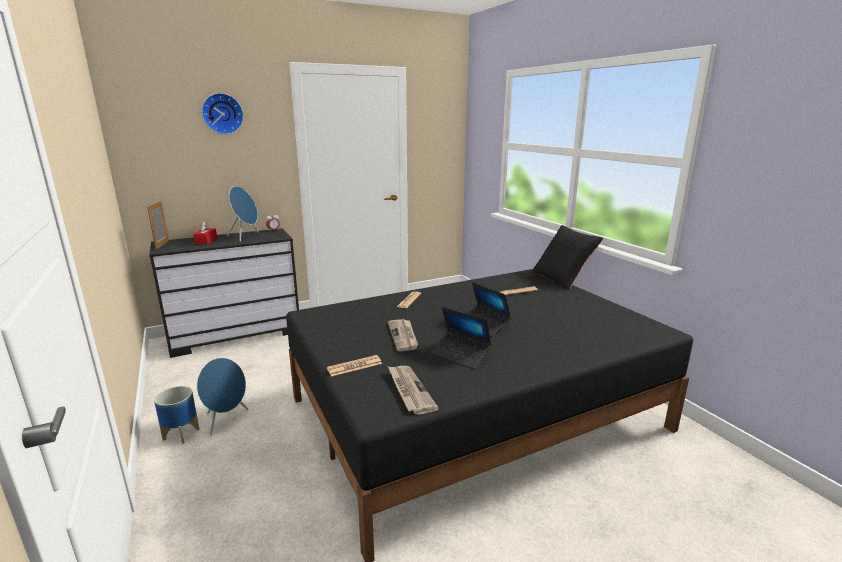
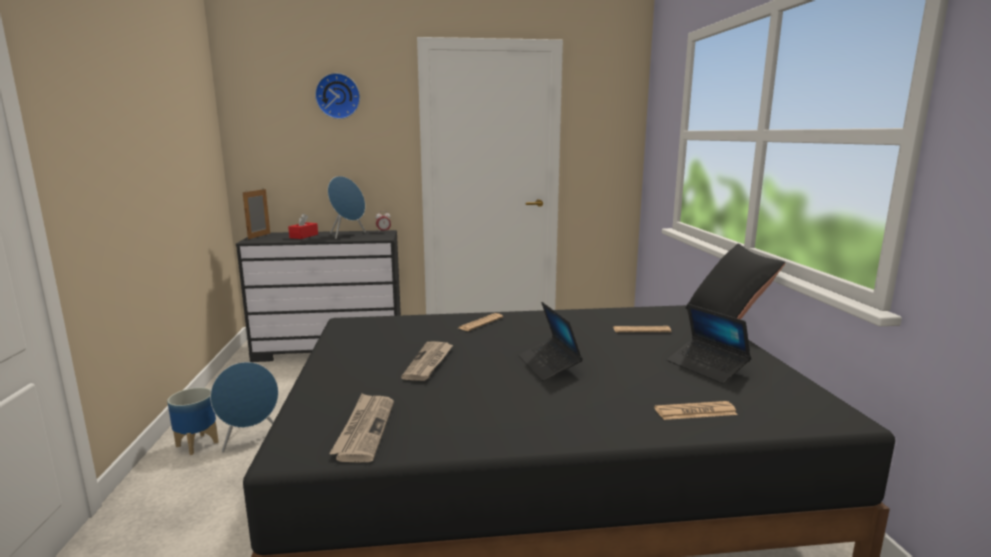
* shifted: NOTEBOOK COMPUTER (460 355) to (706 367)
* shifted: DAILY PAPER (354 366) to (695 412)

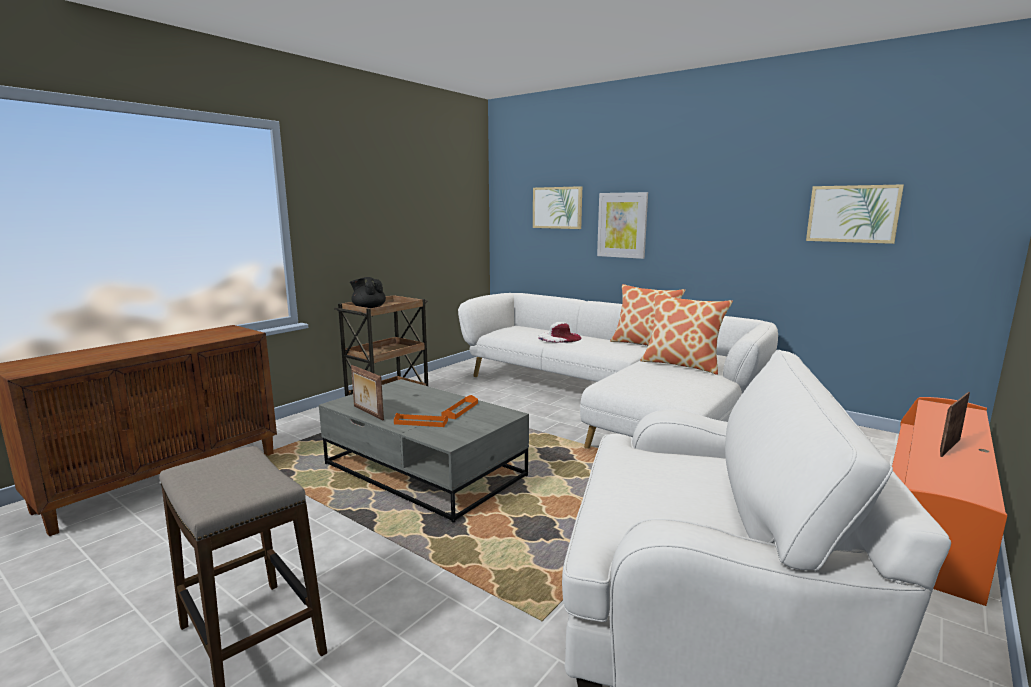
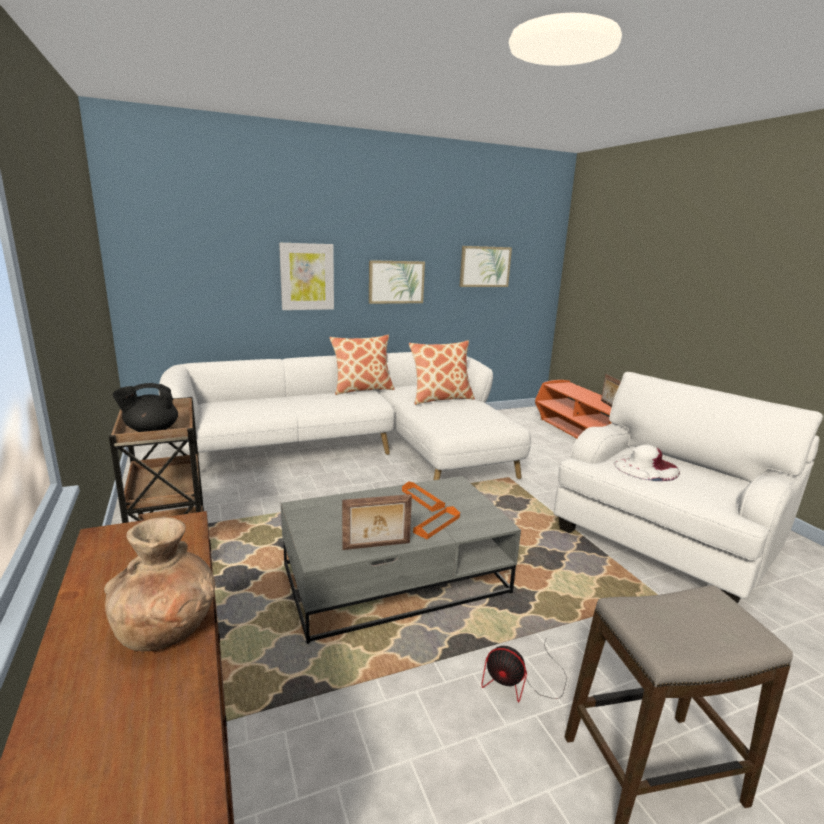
* shifted: WALL ART (557 207) to (396 282)
* shifted: WHITISH HAT (559 337) to (645 467)
* new: BROWN-COLOURED DECORATIVE VASE (167 630)
* new: FAN (521 682)

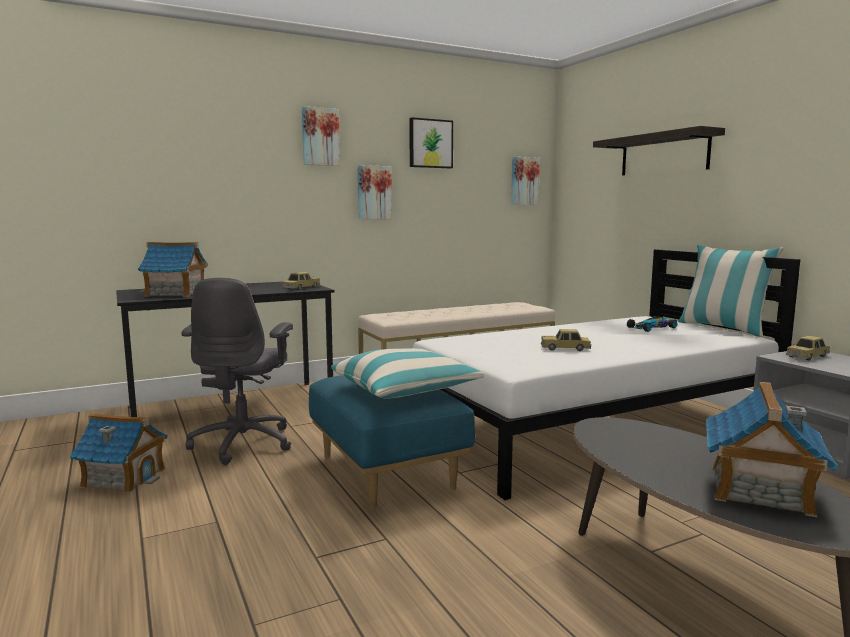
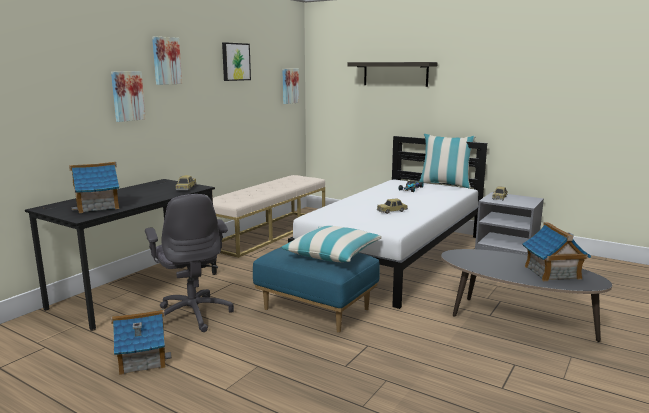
* shifted: WALL ART (373 192) to (127 96)

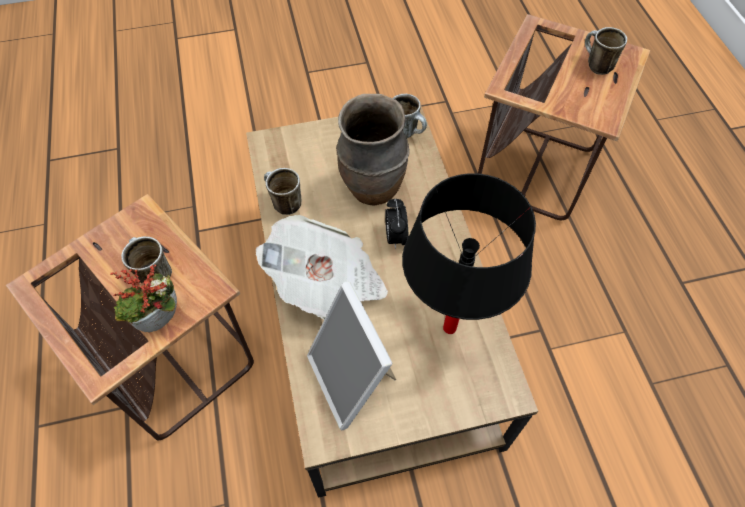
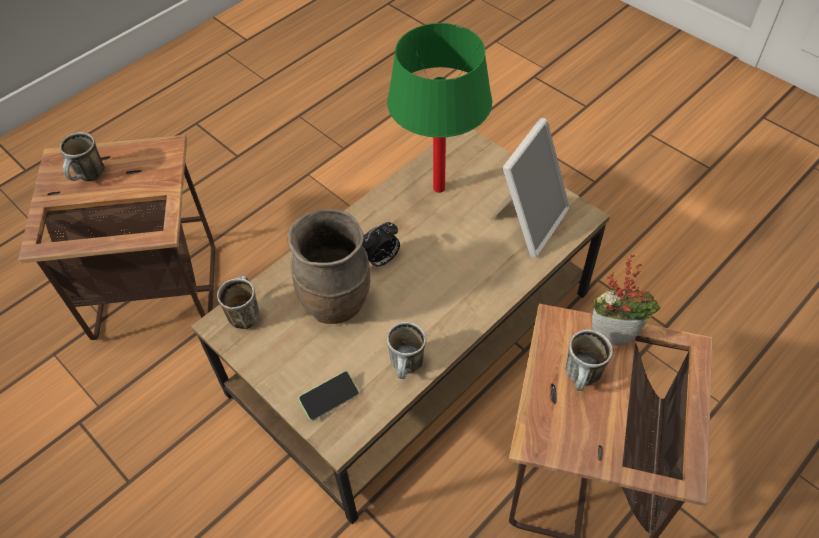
* repainted: BLACK TABLETOP LAMP (449 328) to GREENISH TABLETOP LAMP (439 188)
* gone: DAILY PAPER (328 283)
* new: HANDSET (330 399)

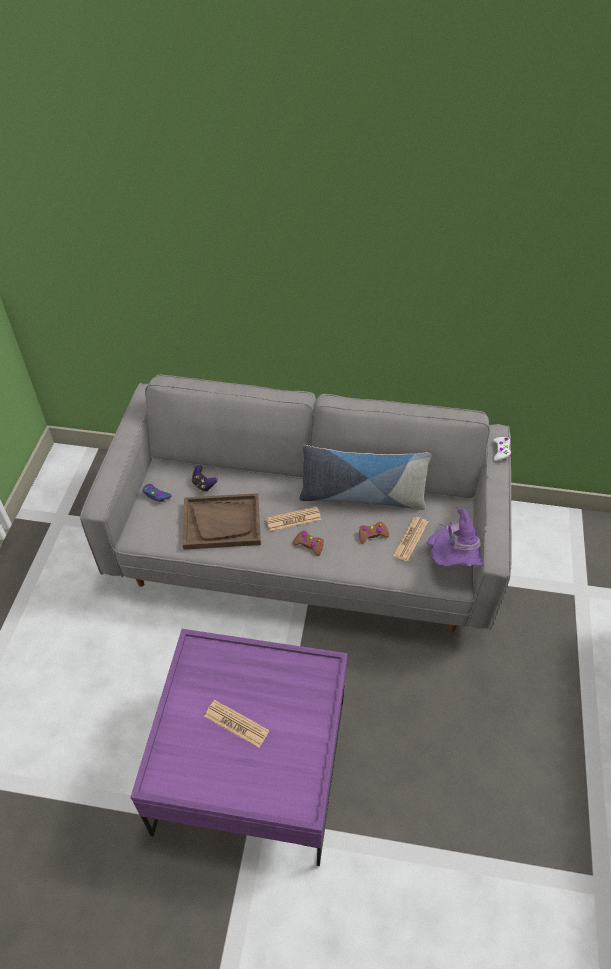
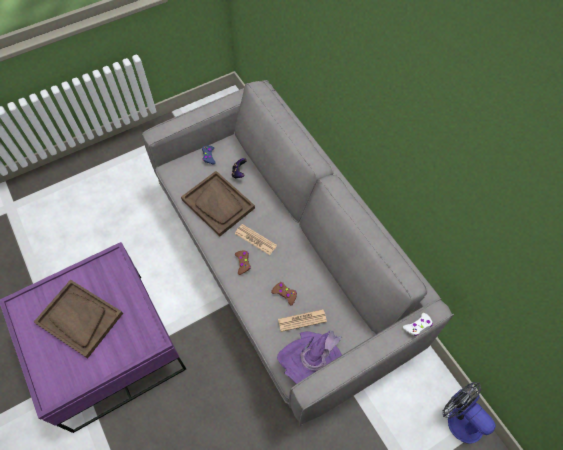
* gone: THROW PILLOW (362 496)
* swapped: DAILY PAPER (236 723) to BROWN-COLOURED SERVING TRAY (79 318)
* new: FAN (460 418)

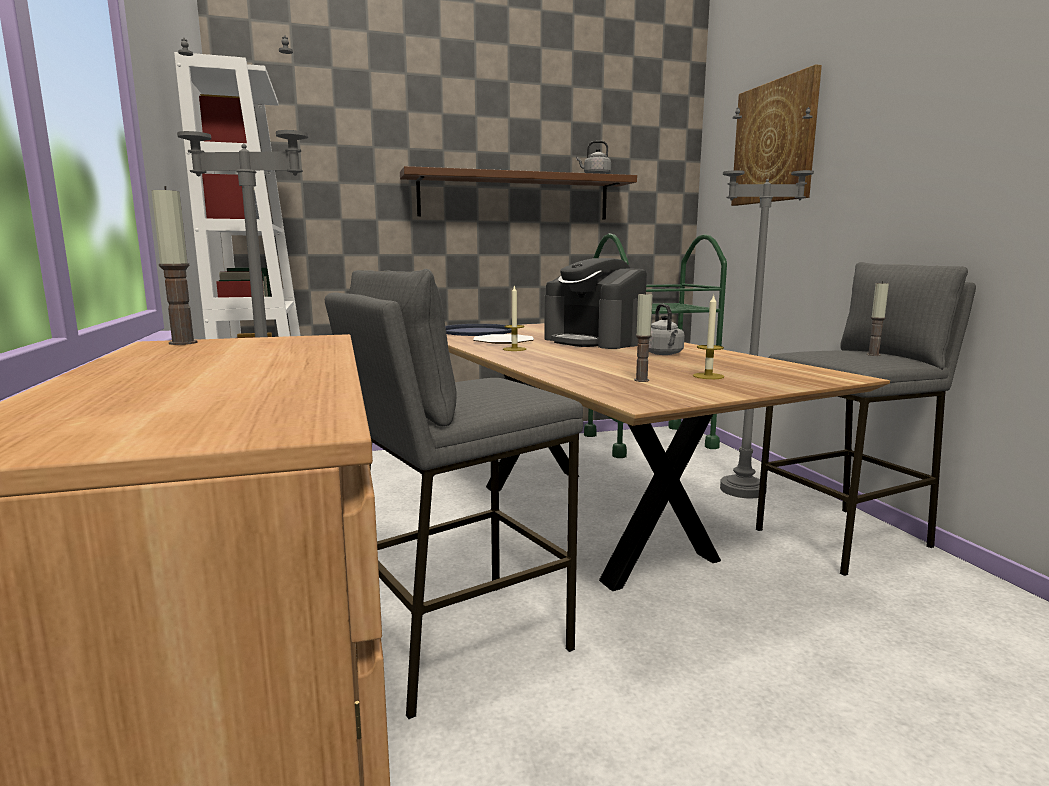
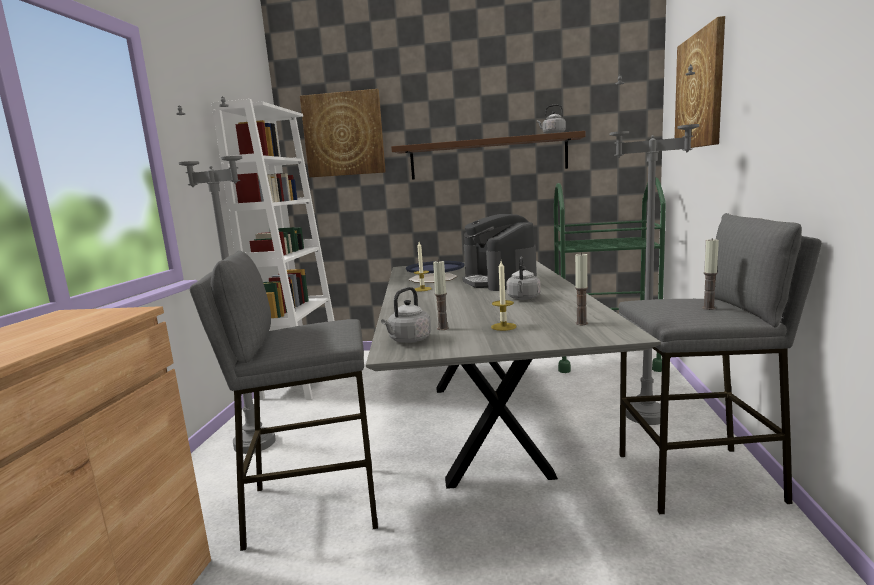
* shifted: WAX CANDLE (183 343) to (581 323)
* repainted: BROWN-COLOURED DINNER TABLE (586 518) to GREY DINNER TABLE (485 424)
* new: WALL ART (343 134)
* new: GREY TEA KETTLE (408 340)

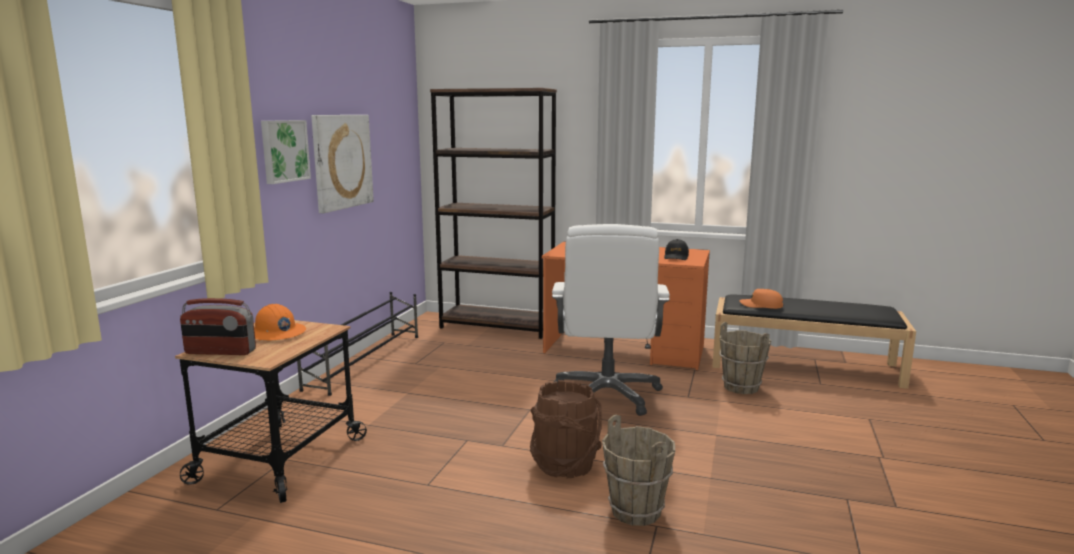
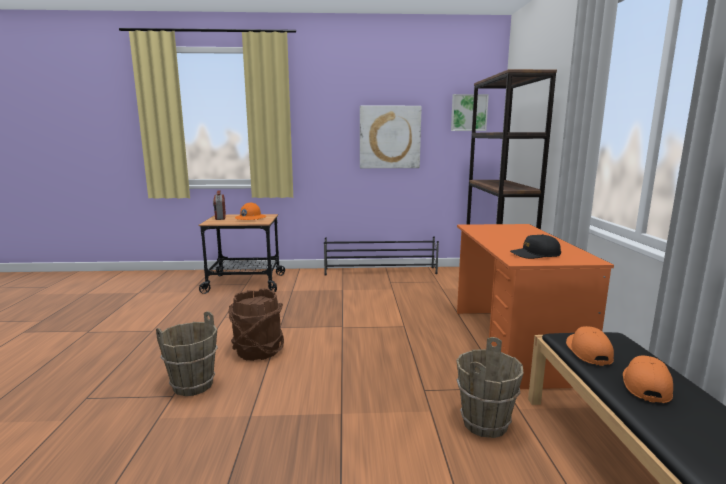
* shifted: WALL ART (284 151) to (468 112)
* gone: WHITISH COMPUTER CHAIR (607 395)
* new: ORANGEY BASEBALL CAP (645 385)

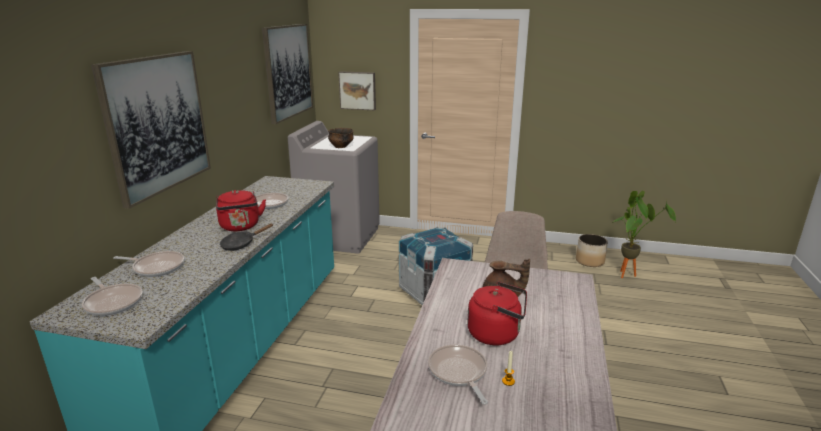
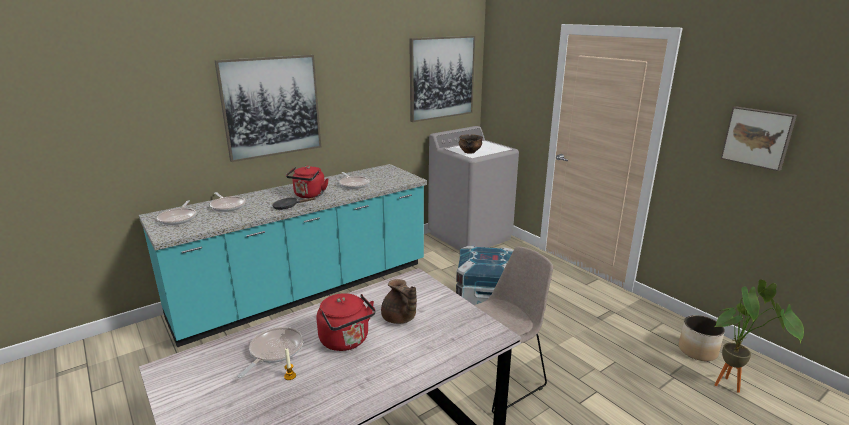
* shifted: WALL ART (358 90) to (758 137)

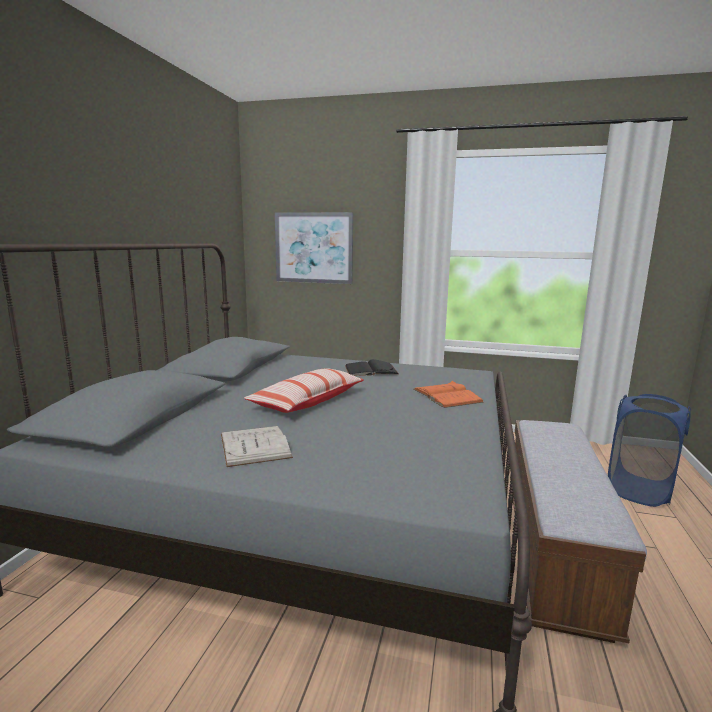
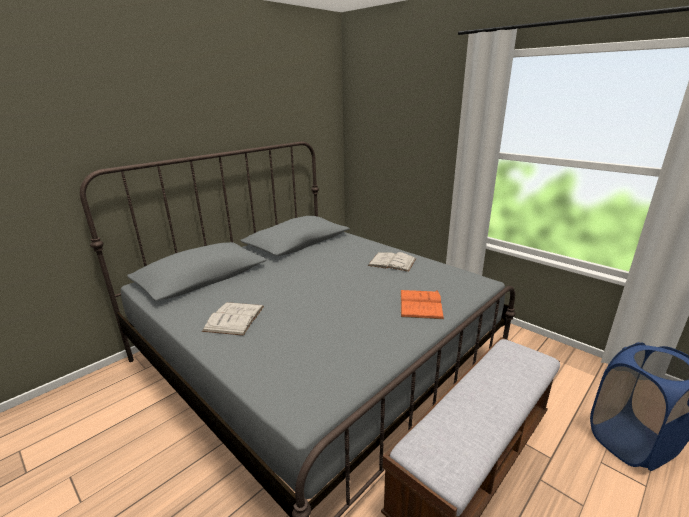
* gone: WALL ART (314 248)
* repainted: BLACK BOOK (371 370) to WHITISH BOOK (392 262)
* gone: THROW PILLOW (308 401)

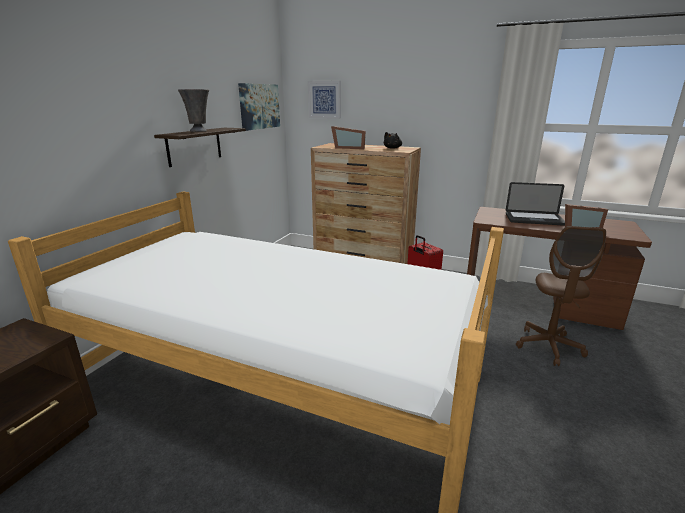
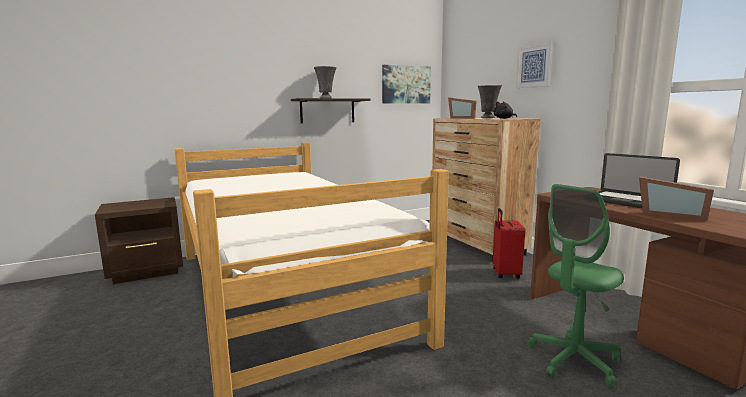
* shifted: WALL ART (324 99) to (534 66)
* repainted: BROWN-COLOURED COMPUTER CHAIR (549 346) to GREENISH COMPUTER CHAIR (574 360)
* new: GREY DECORATIVE VASE (488 118)

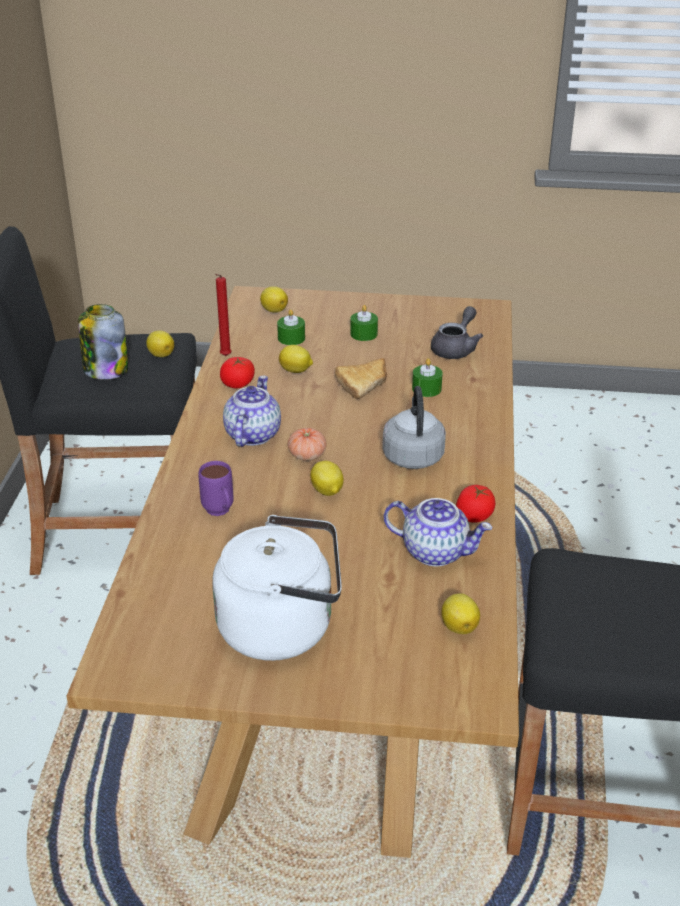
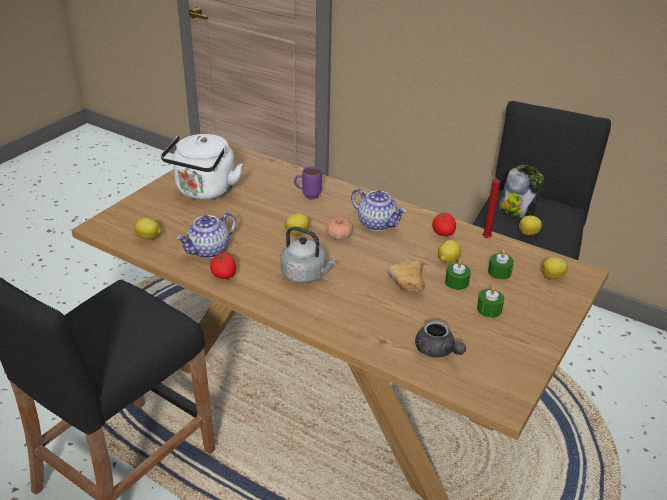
* shifted: GREENISH WAX CANDLE (426 389) to (456 282)

